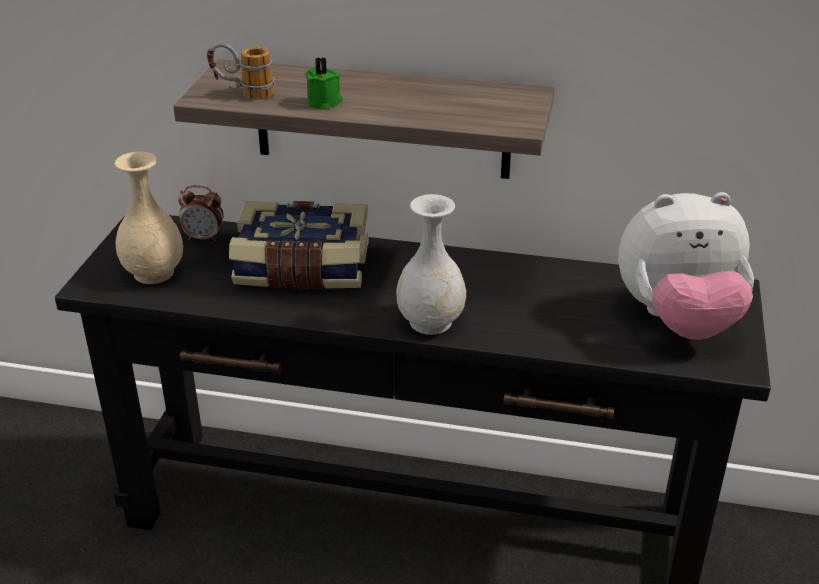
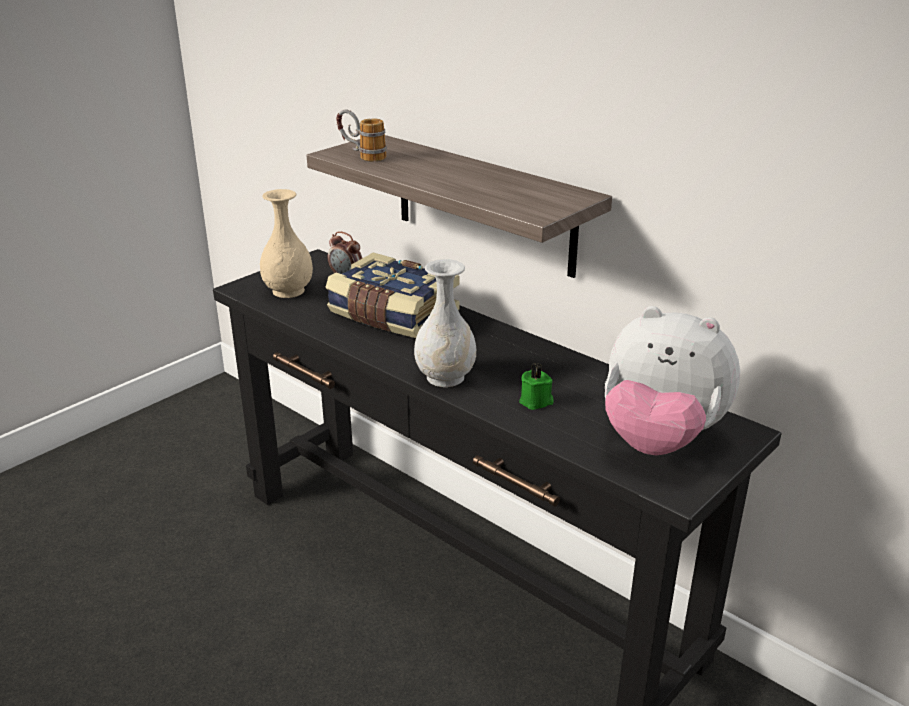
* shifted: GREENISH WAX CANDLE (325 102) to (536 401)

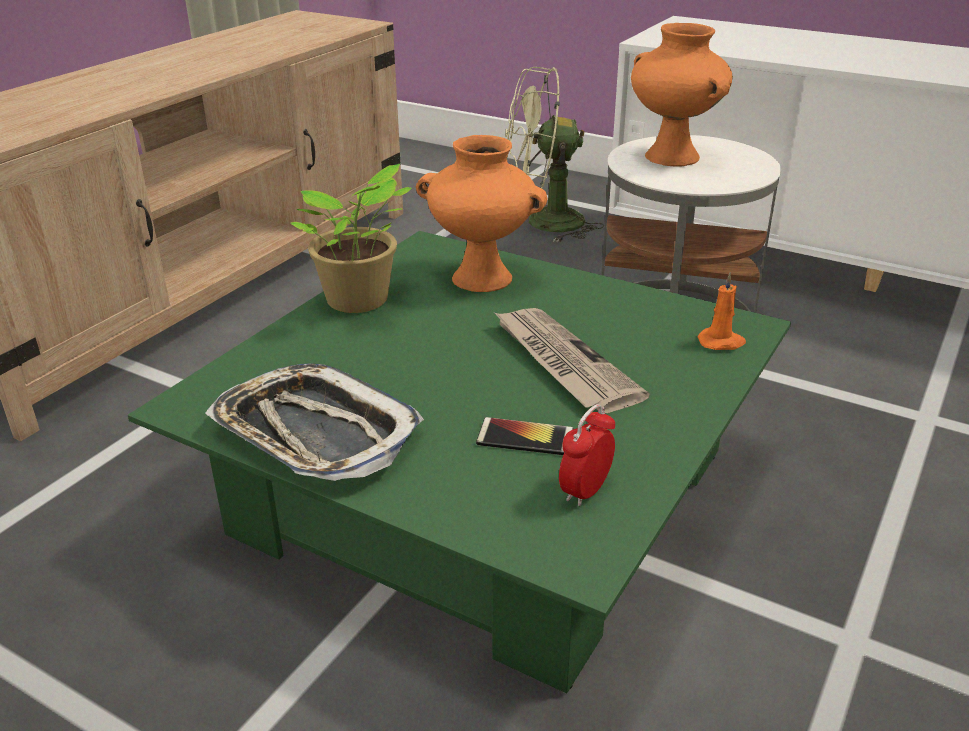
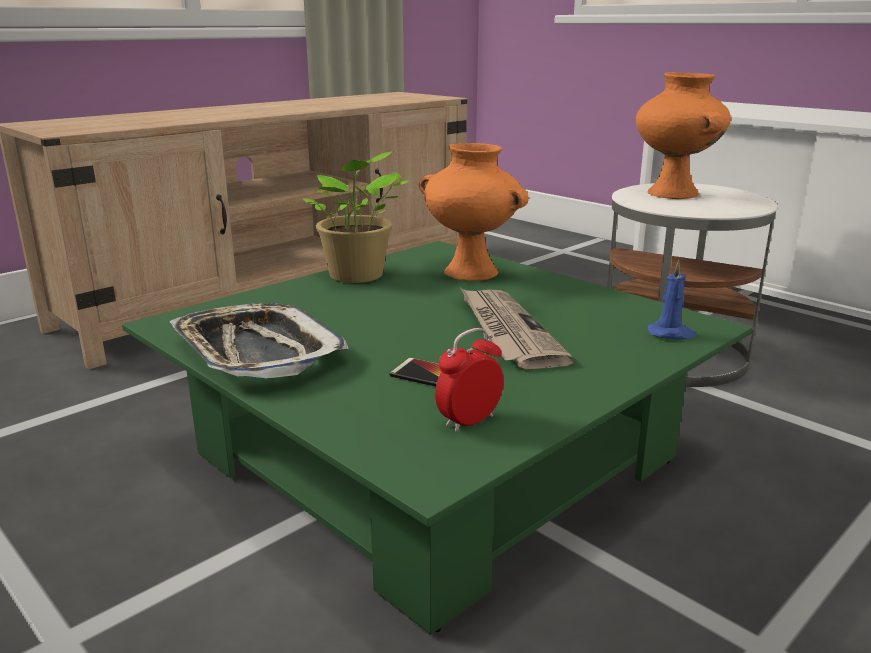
* gone: GREENISH FAN (542 223)
* repainted: ORANGEY WAX CANDLE (721 342) to BLUE-COLOURED WAX CANDLE (671 334)

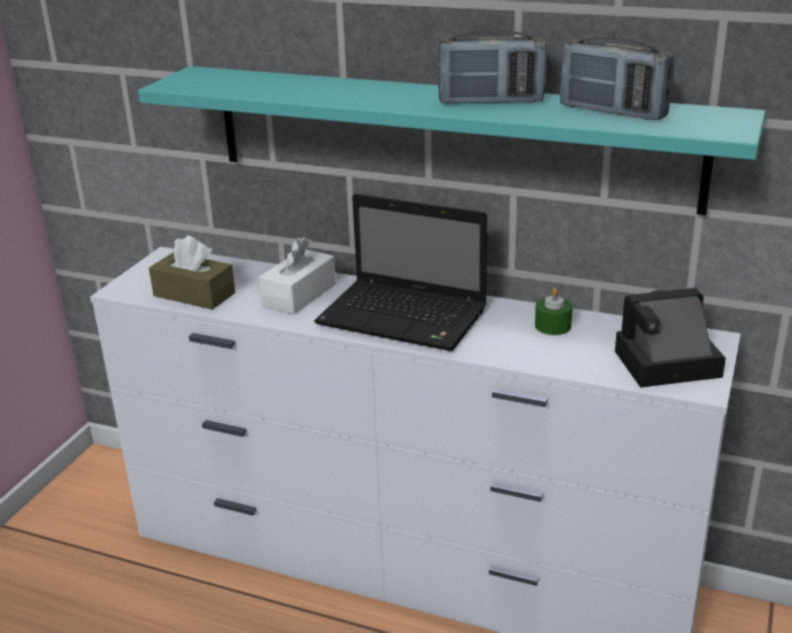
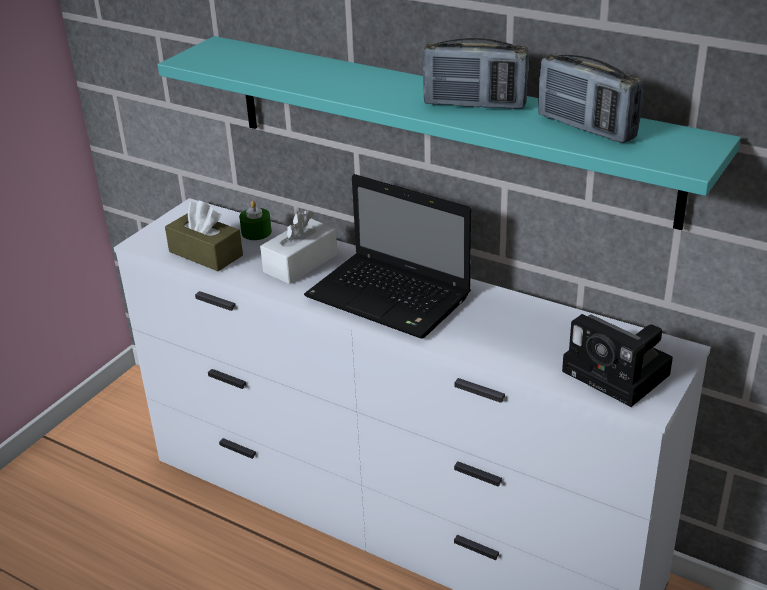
* shifted: GREENISH WAX CANDLE (553 326) to (256 232)
* rotated: PHOTO CAMERA (663 365) = (620 374) 135 degrees counterclockwise

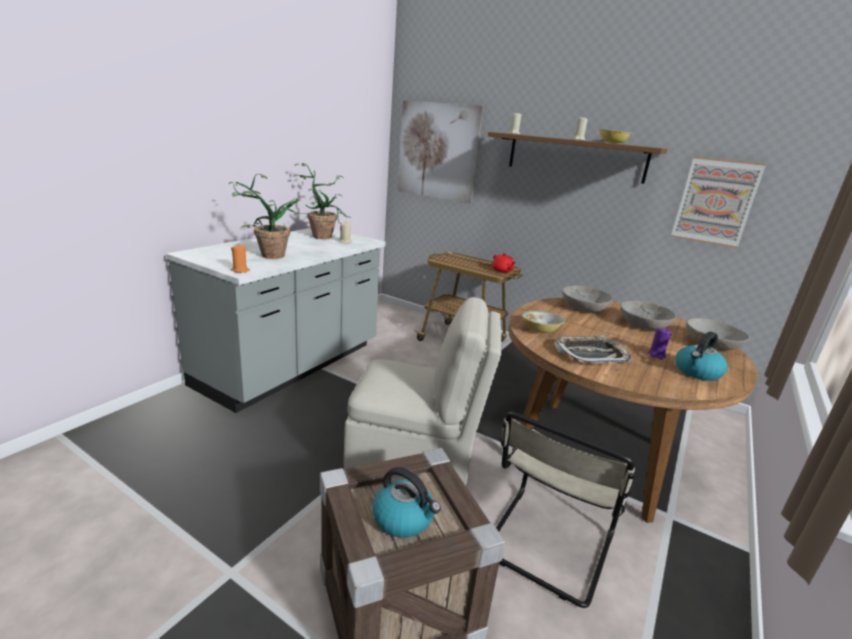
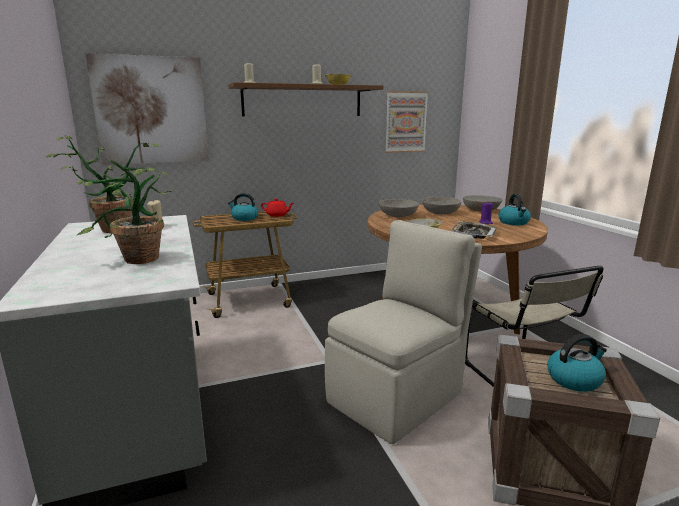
* gone: ORANGEY WAX CANDLE (240 270)
* new: TEA KETTLE (244 218)

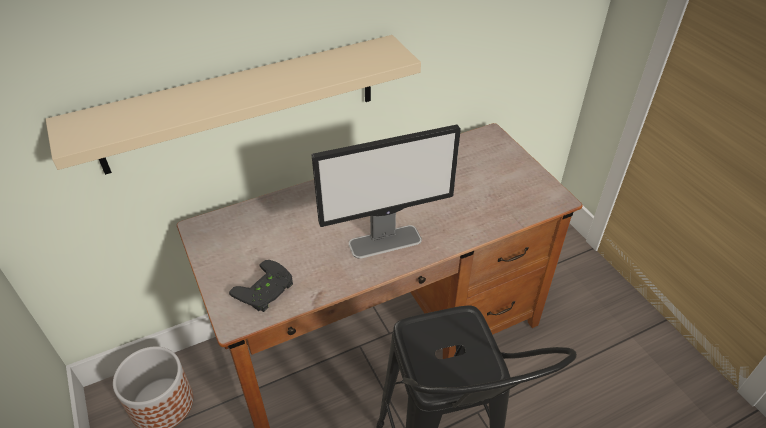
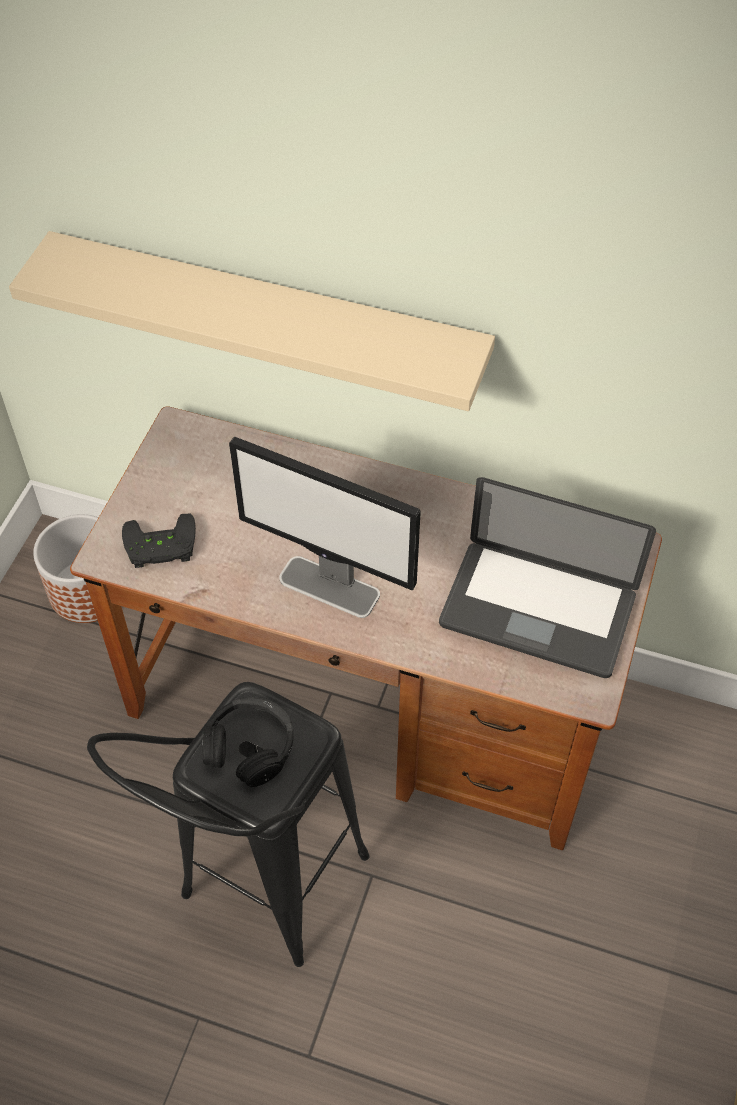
* new: NOTEBOOK COMPUTER (537 610)
* new: BLACK HEADPHONES (250 747)

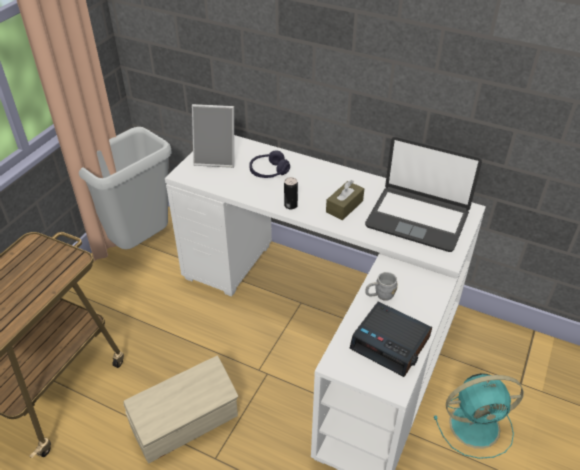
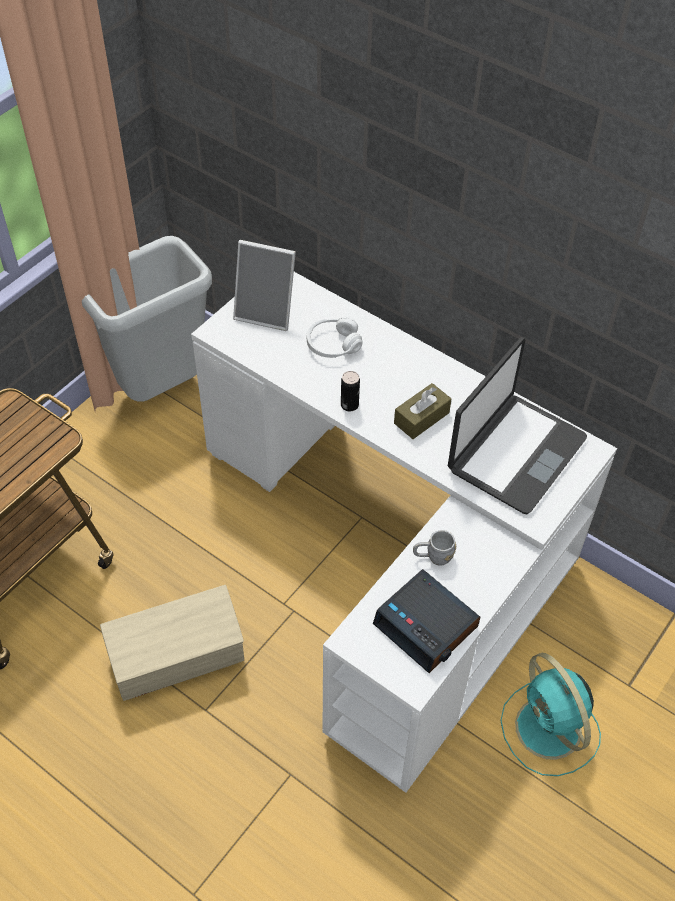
* rotated: NOTEBOOK COMPUTER (417 219) = (515 453) 90 degrees counterclockwise
* repainted: PURPLE HEADPHONES (269 171) to WHITISH HEADPHONES (333 345)
* rotated: TURQUOISE-COLOURED FAN (476 425) = (550 730) 60 degrees clockwise

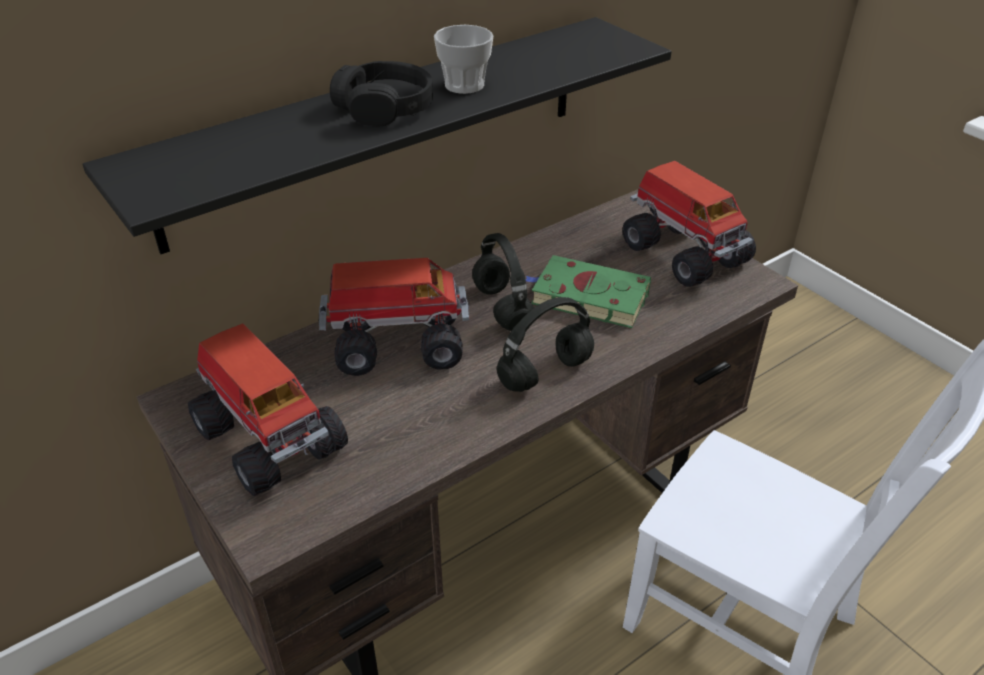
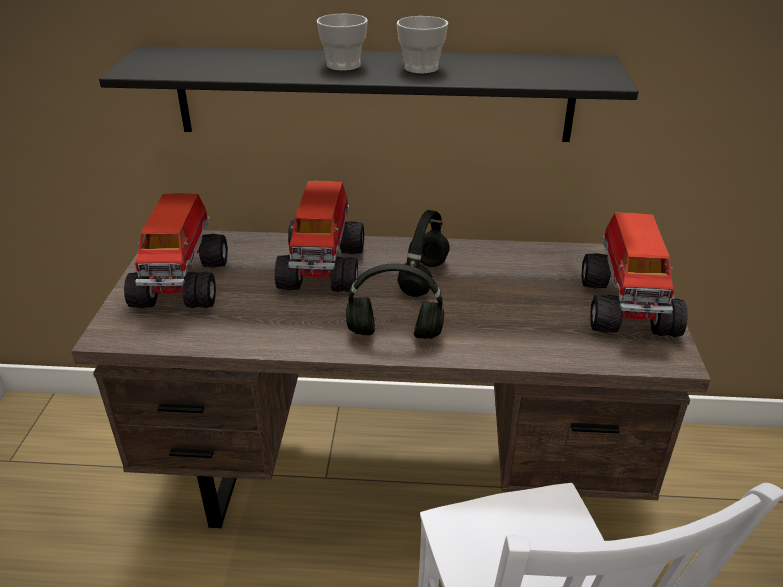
* swapped: BLACK HEADPHONES (384 107) to SMALL CUP (343 65)
* gone: GREENISH BOOK (587 296)
* rotated: TOY TRUCK (396 343) = (323 267) 60 degrees clockwise

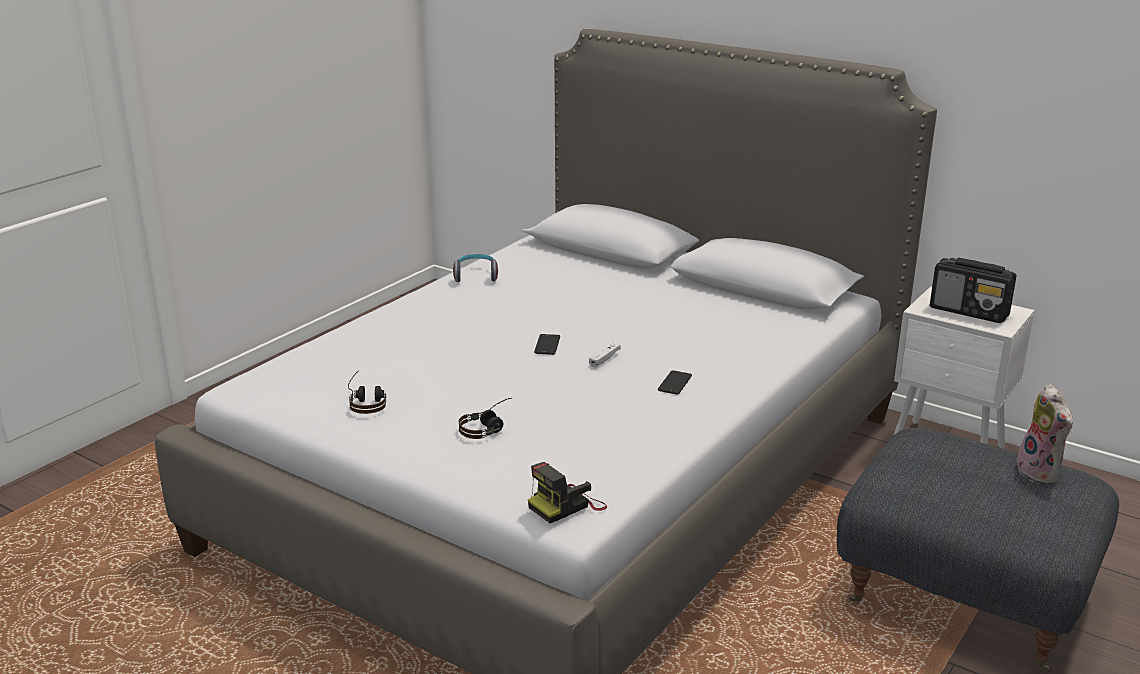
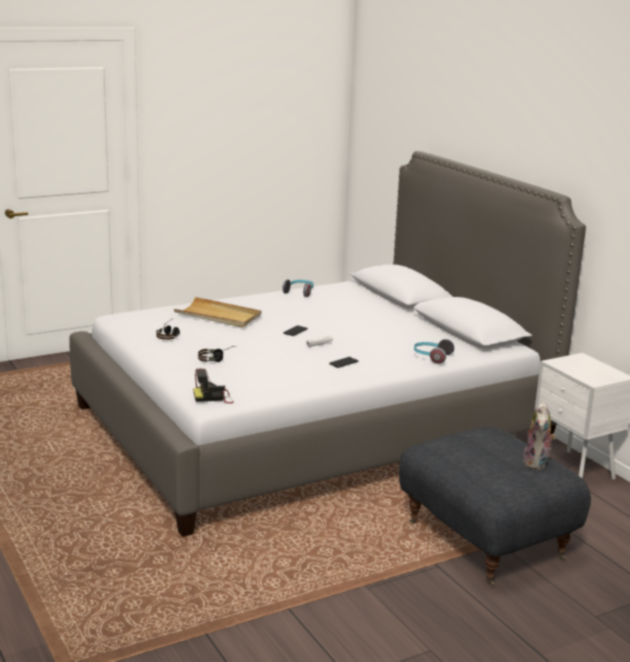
* gone: RADIO SET (969 312)
* new: BEIGE SERVING TRAY (218 316)
* new: HEADPHONES (431 357)

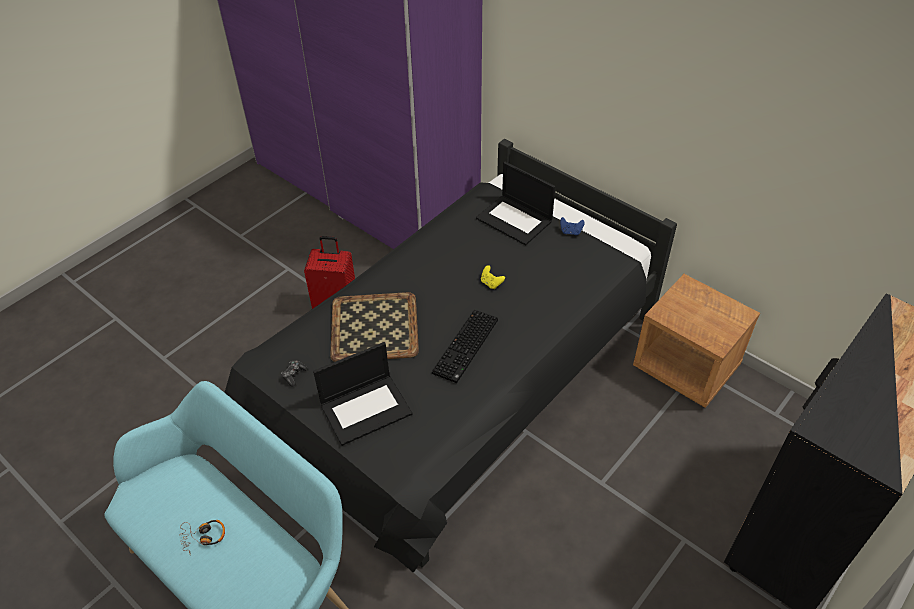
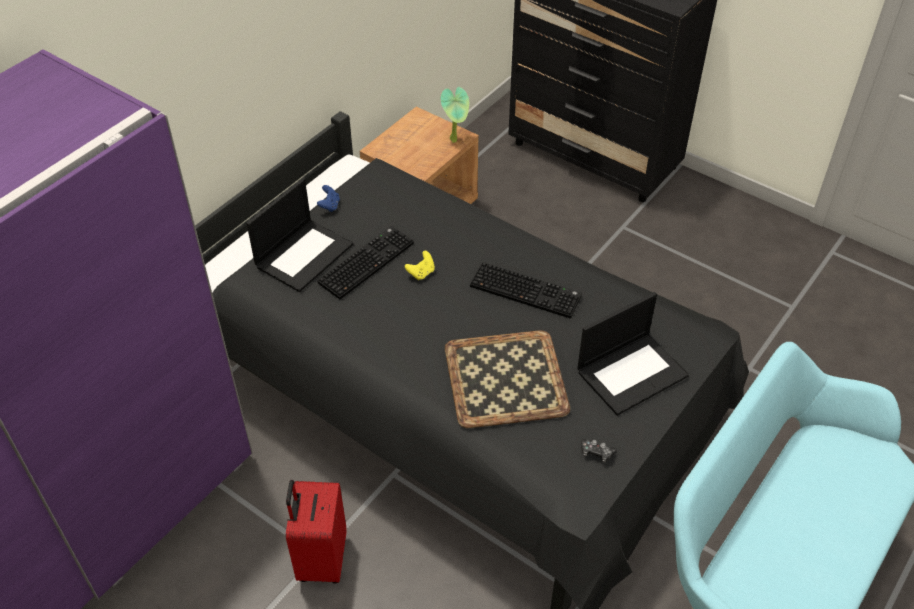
* rotated: NOTEBOOK COMPUTER (366 408) = (632 372) 90 degrees clockwise
* gone: HEADPHONES (203 537)
* new: PLANT IN A POT (455 140)
* new: COMPUTER KEYBOARD (366 262)

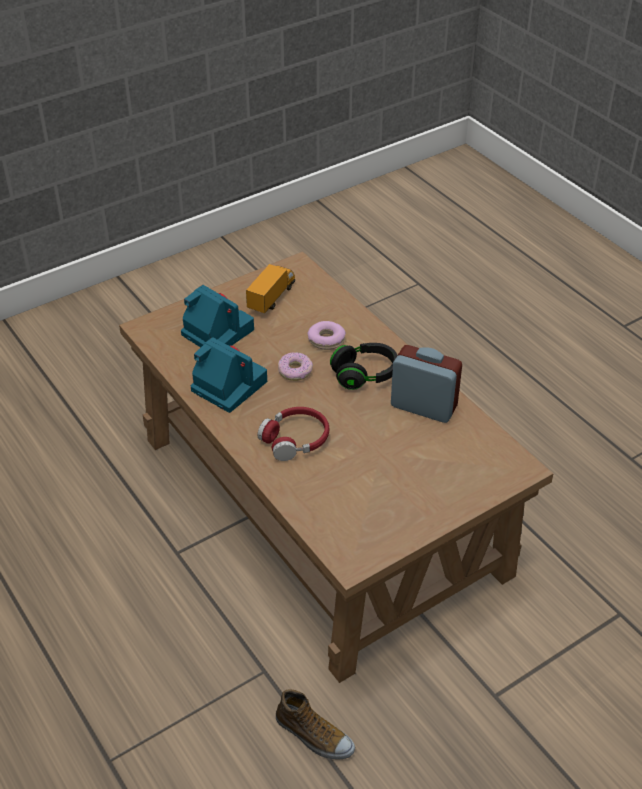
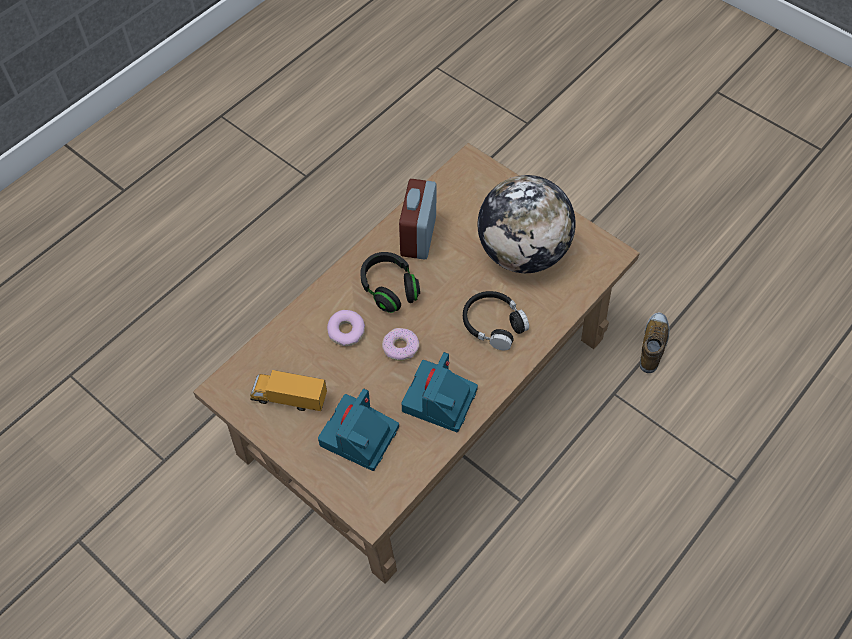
* repainted: RED HEADPHONES (295 439) to BLACK HEADPHONES (493 324)
* new: GLOBE (522 252)

